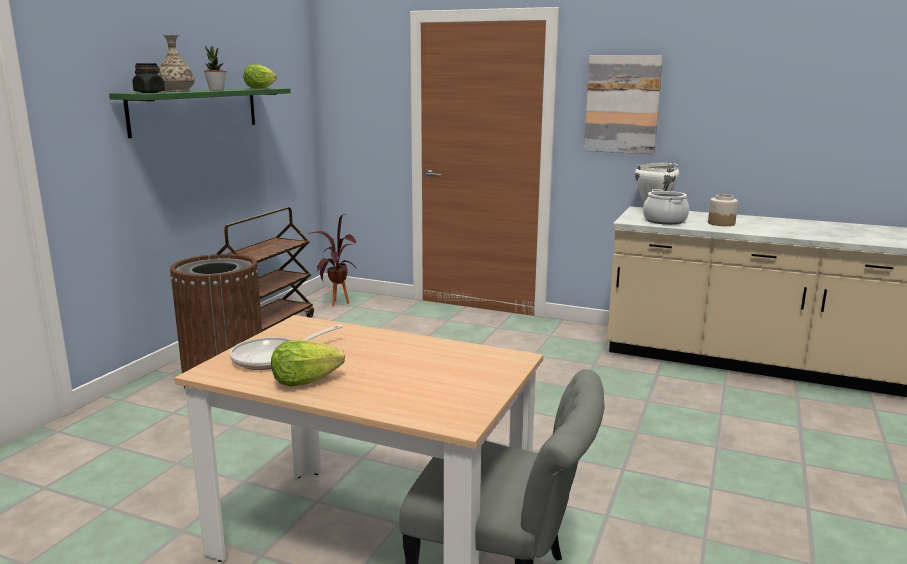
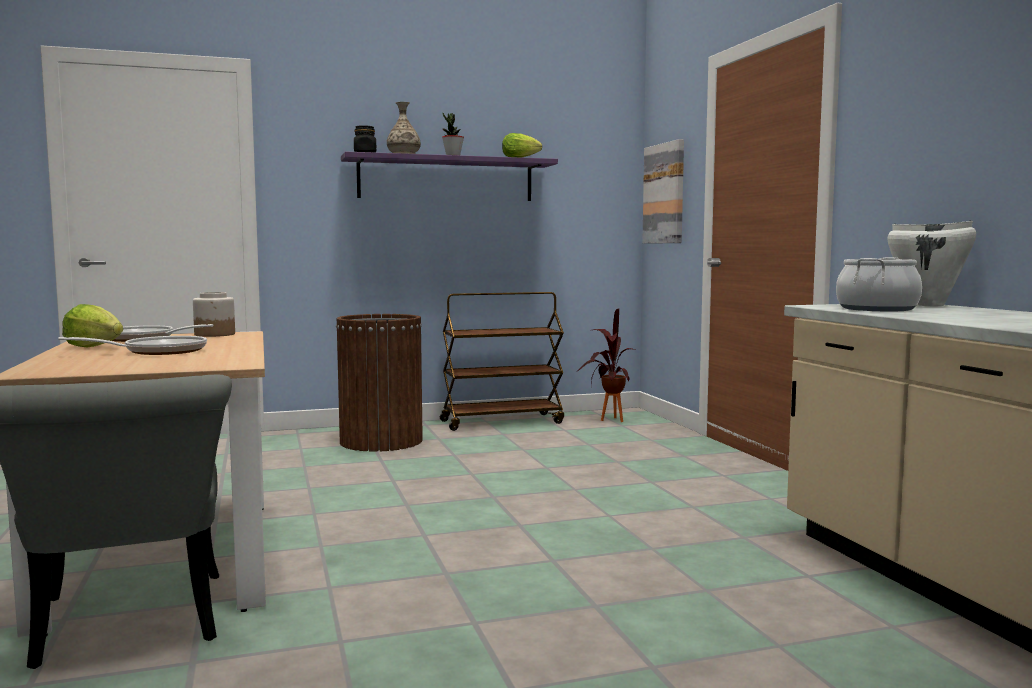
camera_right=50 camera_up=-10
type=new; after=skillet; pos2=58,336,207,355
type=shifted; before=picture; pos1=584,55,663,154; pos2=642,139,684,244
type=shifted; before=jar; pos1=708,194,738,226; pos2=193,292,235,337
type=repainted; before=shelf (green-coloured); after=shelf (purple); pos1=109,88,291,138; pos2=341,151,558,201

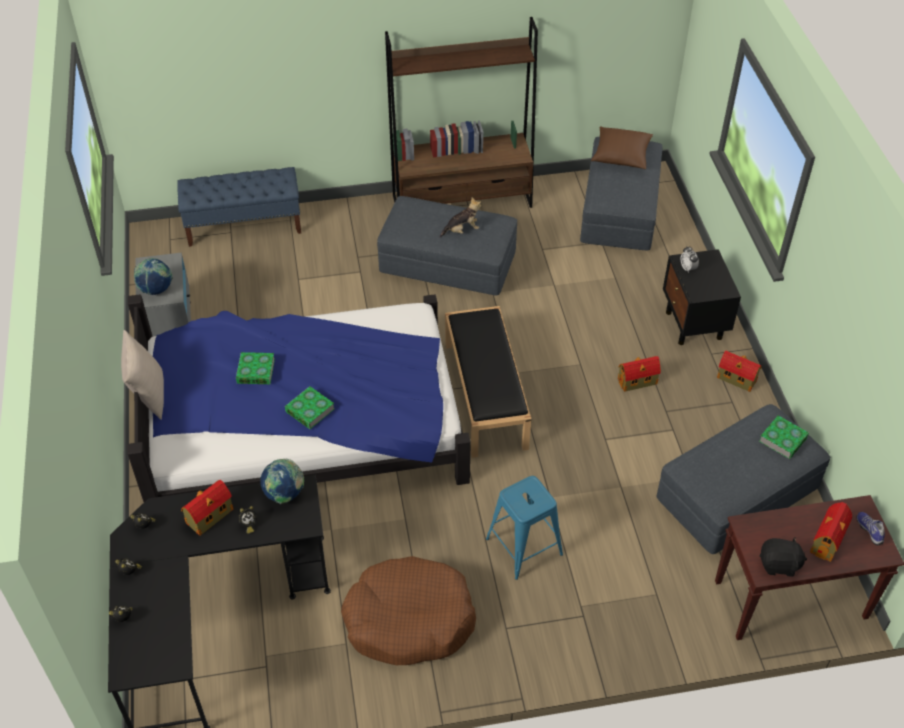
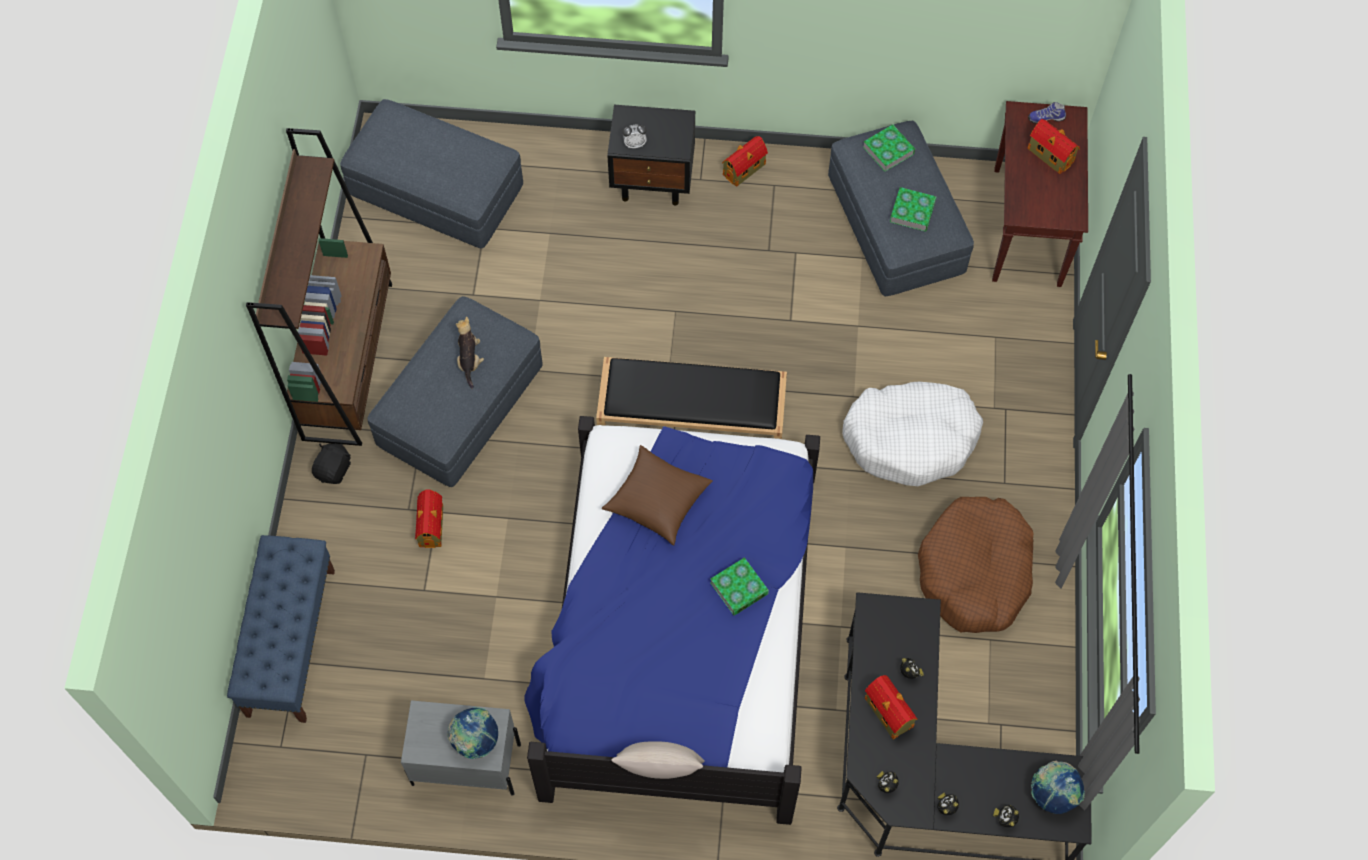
camera_right=-75 camera_up=15
type=shifted; before=book; pos1=236,352,275,384; pos2=890,187,936,232
type=shifted; before=desk globe; pos1=260,459,304,504; pos2=1031,761,1085,814
type=shifted; before=pillow (brown-coloured); pos1=591,126,653,169; pos2=602,445,713,545
type=shifted; before=miniature house; pos1=618,356,661,392; pos2=415,489,443,548
type=shifted; before=plush toy (blackish); pos1=760,537,807,577; pos2=312,443,351,484
type=swapped; before=stool seat (bluish); after=dog cushion (white-coloured); pos1=486,476,563,580; pos2=842,382,983,486

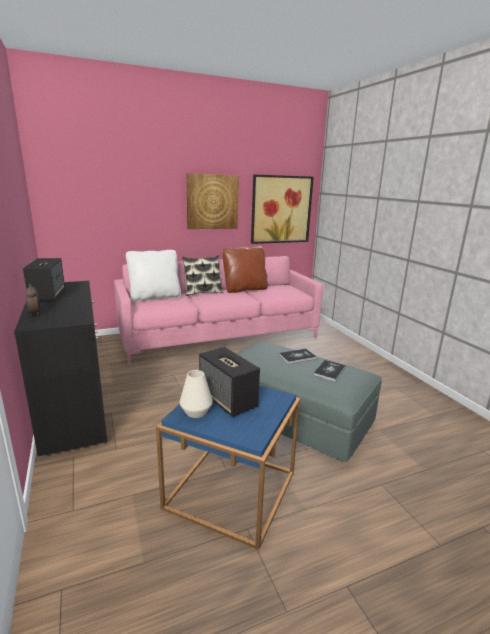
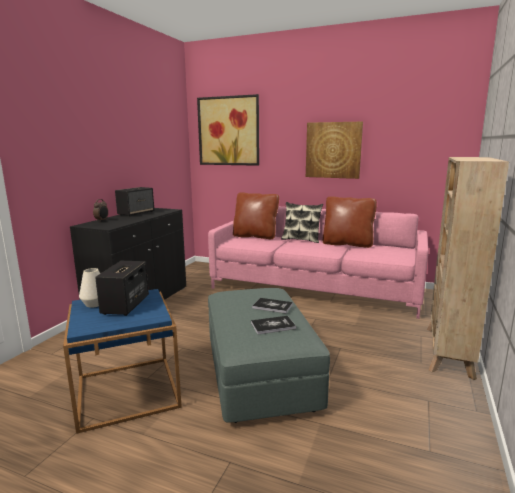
camera_right=45 camera_up=-5
type=new; after=bookshelf (beige); pos2=427,157,509,380
type=shifted; before=picture; pos1=251,175,314,244; pos2=197,94,259,166
type=repainted; before=pillow (white-coloured); after=pillow (brown-coloured); pos1=126,250,181,301; pos2=233,192,279,239

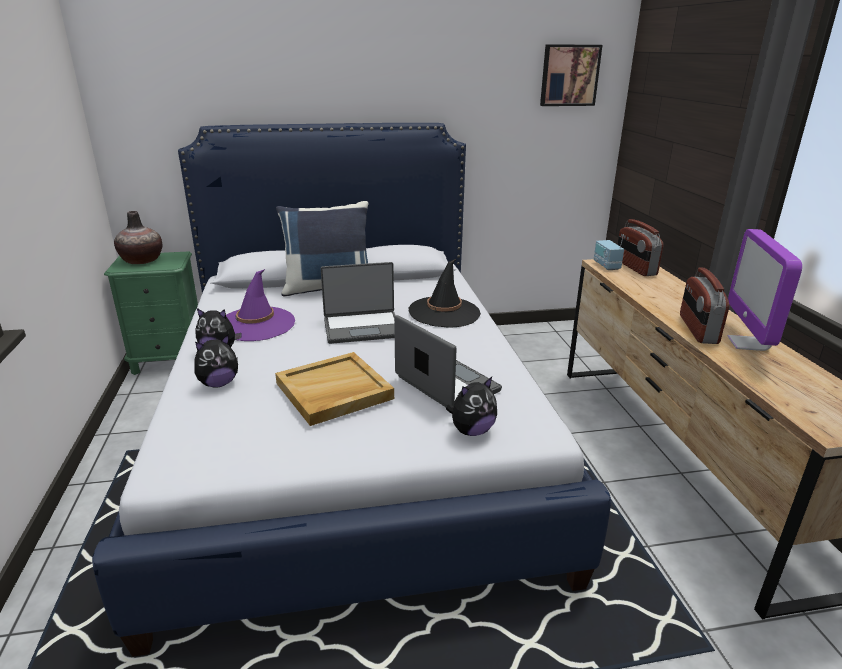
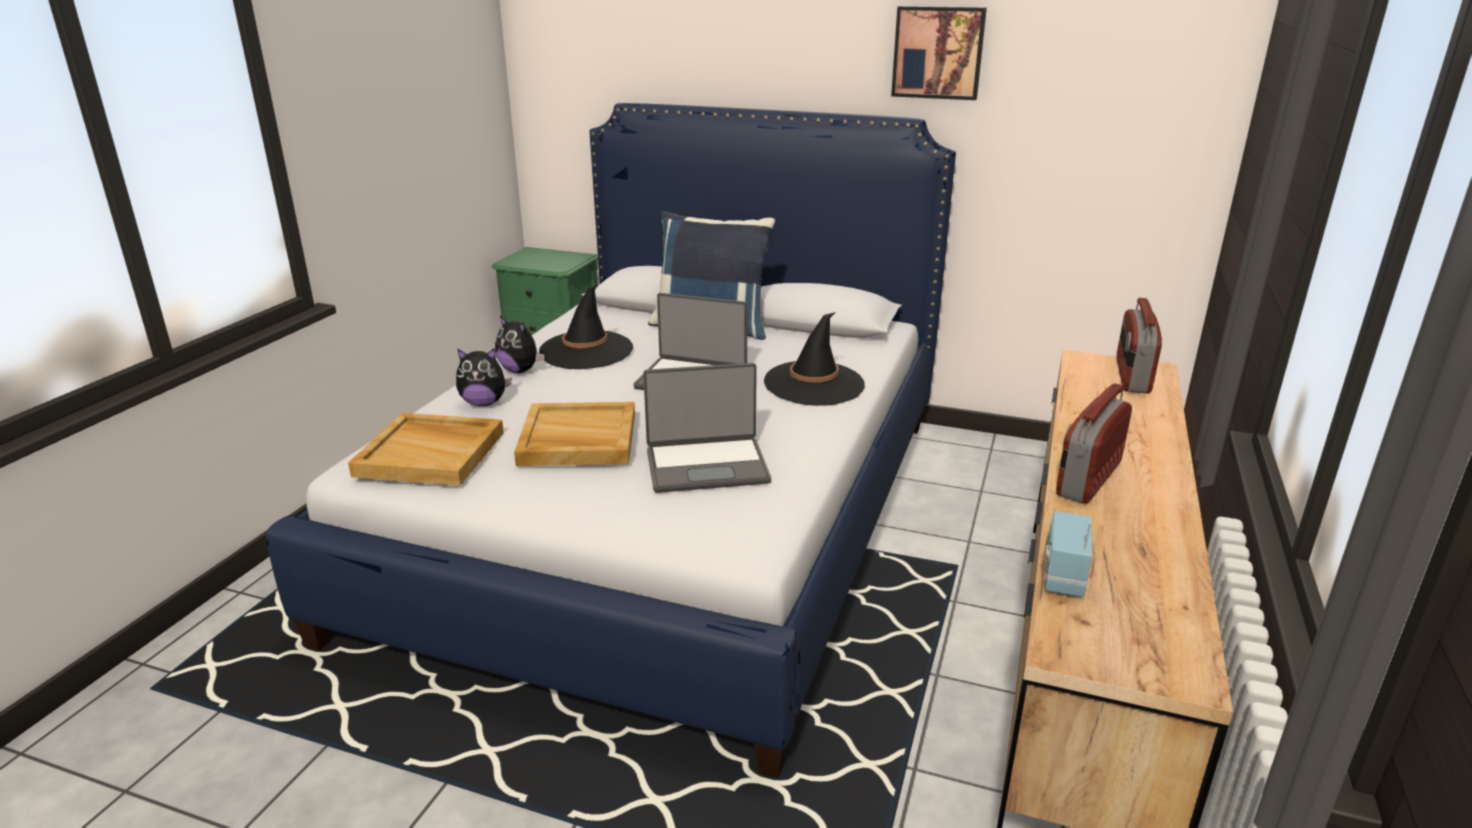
camera_right=30 camera_up=0
type=gone; before=flower vase; pos1=114,211,162,264
type=gone; before=plush toy; pos1=446,377,497,436
type=gone; before=monitor; pos1=727,229,802,351
type=new; after=carrying tray (beige); pos2=348,413,504,486
type=shifted; before=picture; pos1=540,44,602,106; pos2=891,6,987,100
type=shifted; before=radio receiver; pos1=594,235,624,270; pos2=1044,511,1092,597
type=repainted; before=wearable hat (purple); after=wearable hat (blackish); pos1=226,269,295,341; pos2=539,285,633,369
type=rotated; before=notebook computer; pos1=394,315,502,407; pos2=643,363,771,493; turn=90

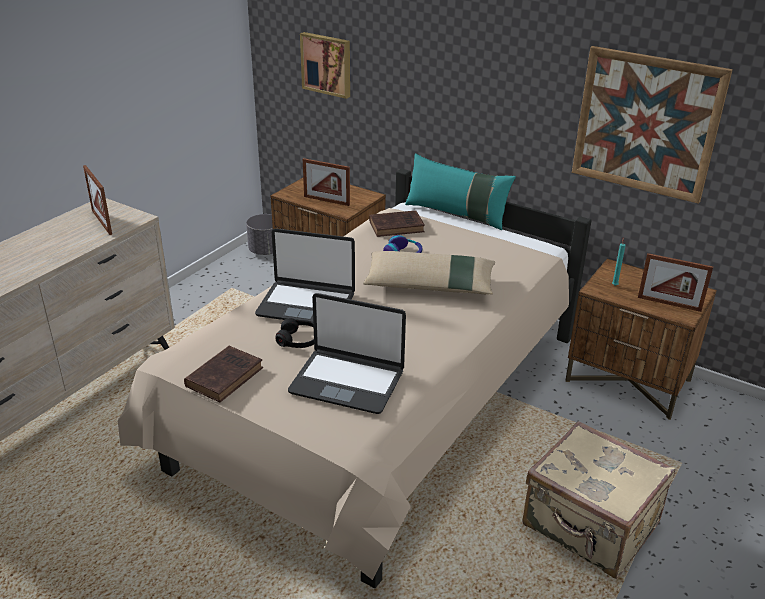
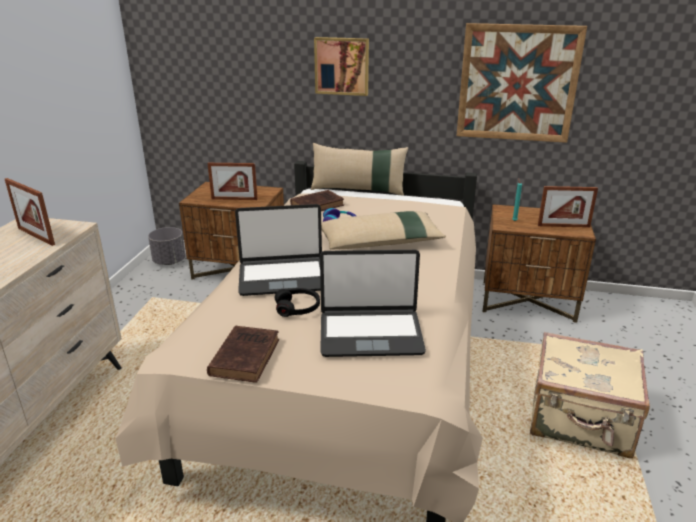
camera_right=-20 camera_up=-5
type=shifted; before=picture; pos1=300,32,350,99; pos2=314,37,369,96
type=repainted; before=pillow (turquoise); after=pillow (beige); pos1=405,153,516,230; pos2=311,143,408,196

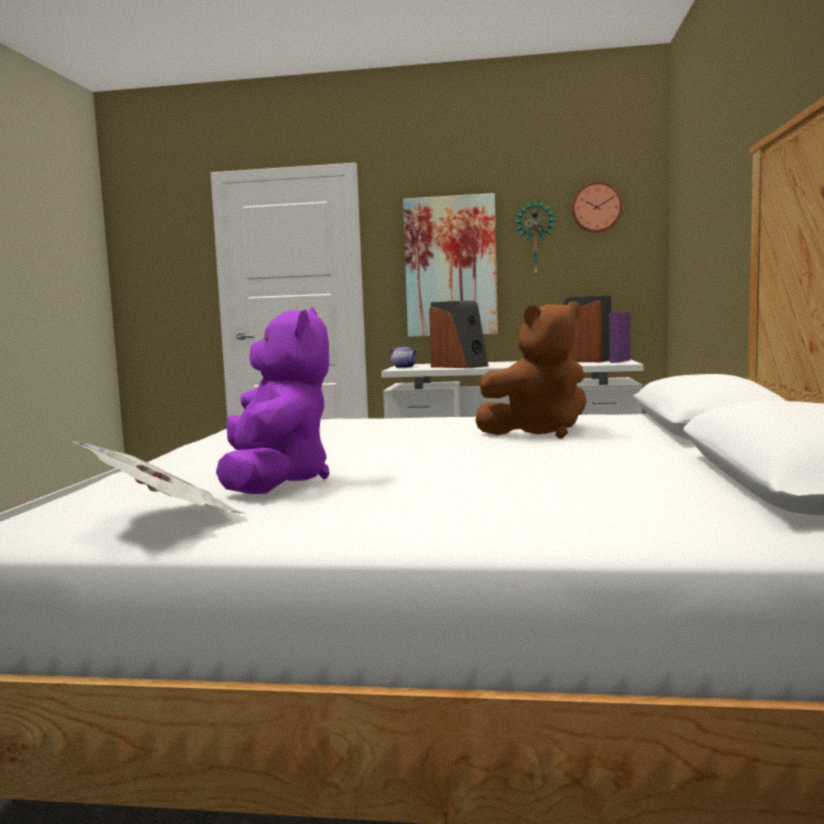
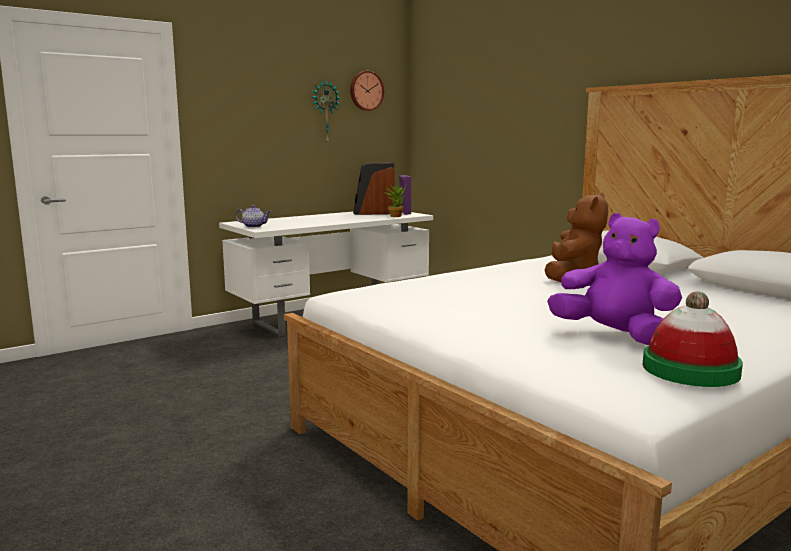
camera_right=-45 camera_up=5
type=gone; before=picture; pos1=403,193,498,337
type=gone; before=speaker; pos1=429,301,488,368
type=new; after=potted plant; pos2=384,185,406,217
type=swapped; before=daily paper; after=wearable hat; pos1=72,441,244,513; pos2=643,291,743,387

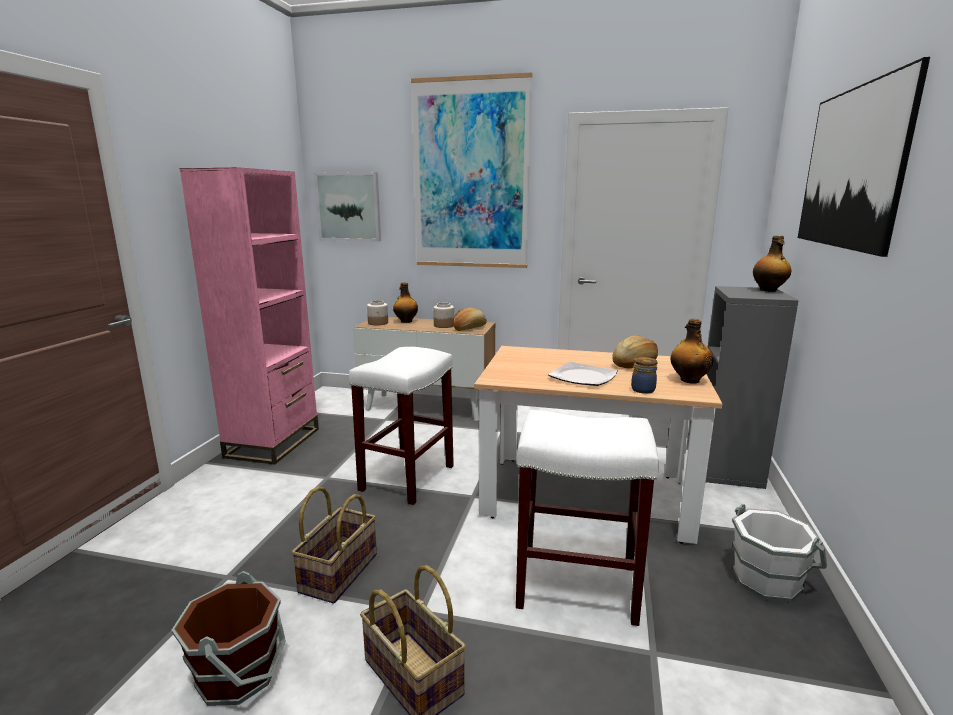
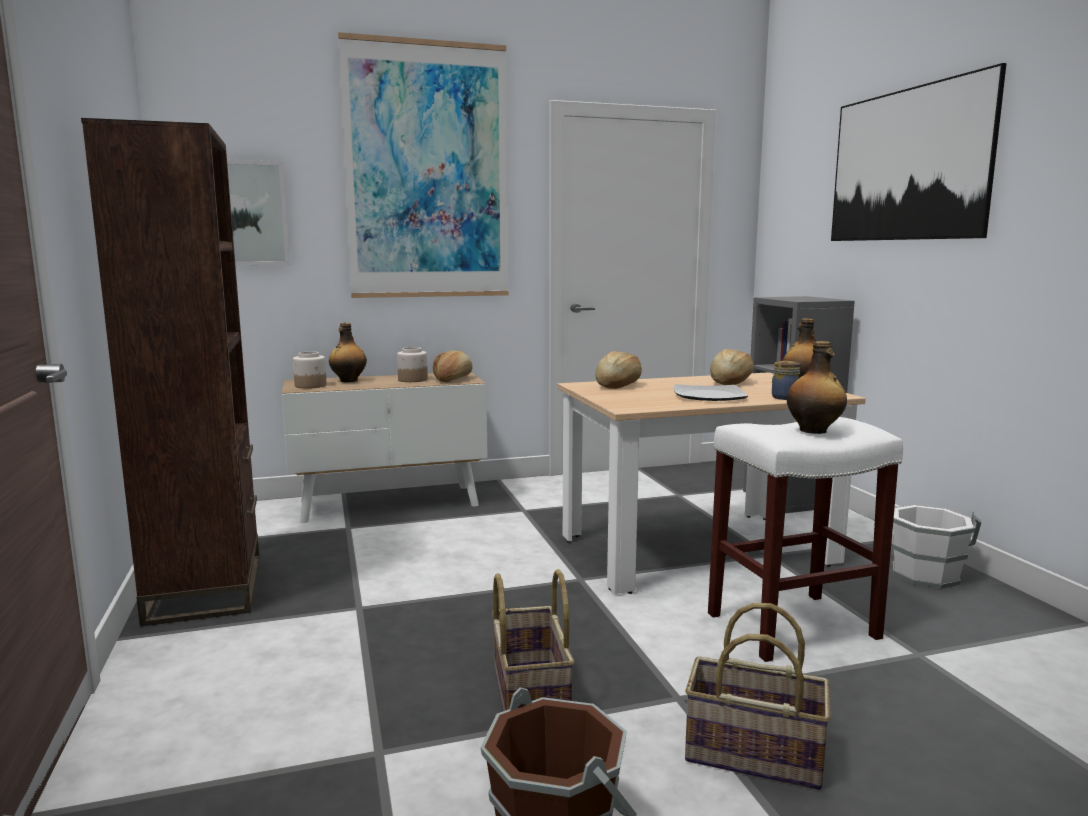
camera_right=-30 camera_up=-5
type=gone; before=stool seat (white-coloured); pos1=349,347,454,505
type=new; after=bread; pos2=595,351,642,389
type=shifted; before=drink bottle; pos1=753,236,791,292; pos2=787,341,847,434
type=repainted; before=bookshelf (pink); after=bookshelf (brown-coloured); pos1=179,167,319,465; pos2=81,118,260,626

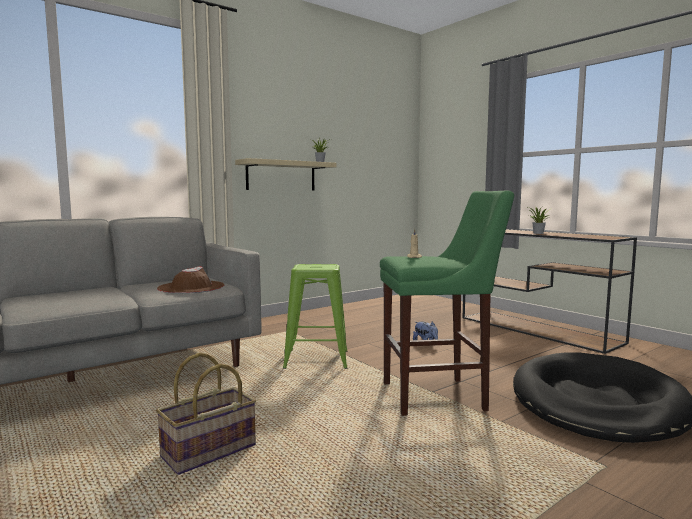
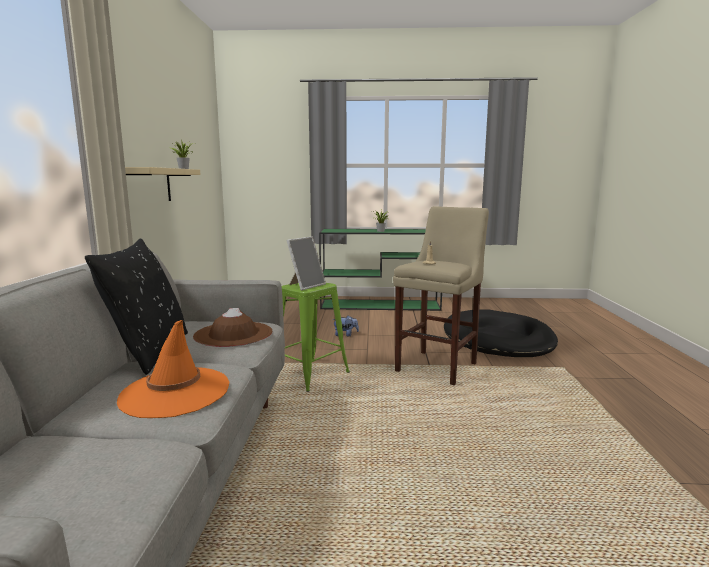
camera_right=-50 camera_up=5
type=gone; before=basket; pos1=156,353,256,475
type=new; after=pillow (blackish); pos2=85,238,188,375
type=new; after=wearable hat (orange); pos2=117,320,229,418
type=new; after=photo frame; pos2=287,236,326,290
type=repainted; before=stool seat (green-coloured); after=stool seat (beige); pos1=380,190,514,416; pos2=393,206,489,385
type=repainted; before=narrow table (brown-coloured); after=narrow table (green-coloured); pos1=463,229,637,354; pos2=319,229,442,311

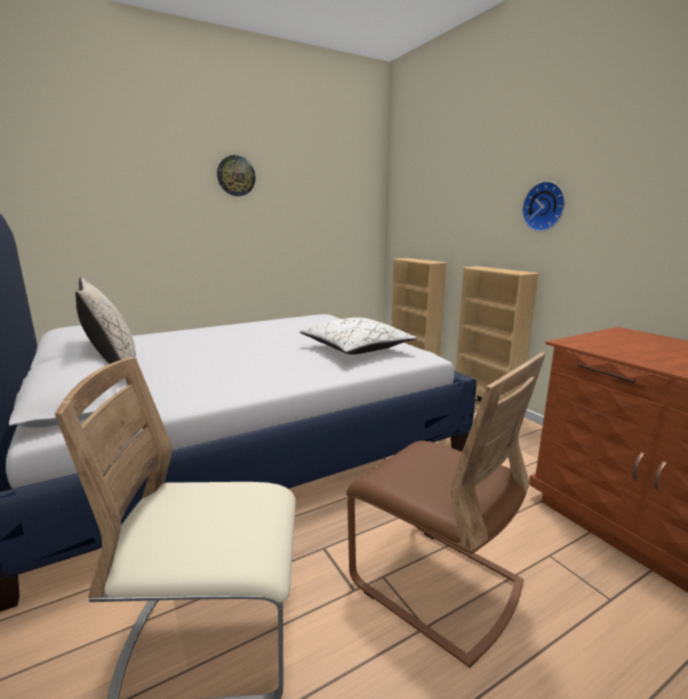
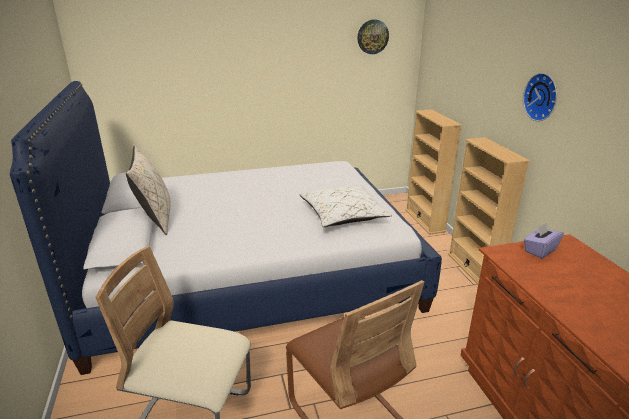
camera_right=15 camera_up=10
type=new; after=tissue box (purple); pos2=524,223,564,258
type=shifted; before=clock on the wall; pos1=217,155,256,196; pos2=357,19,389,54

